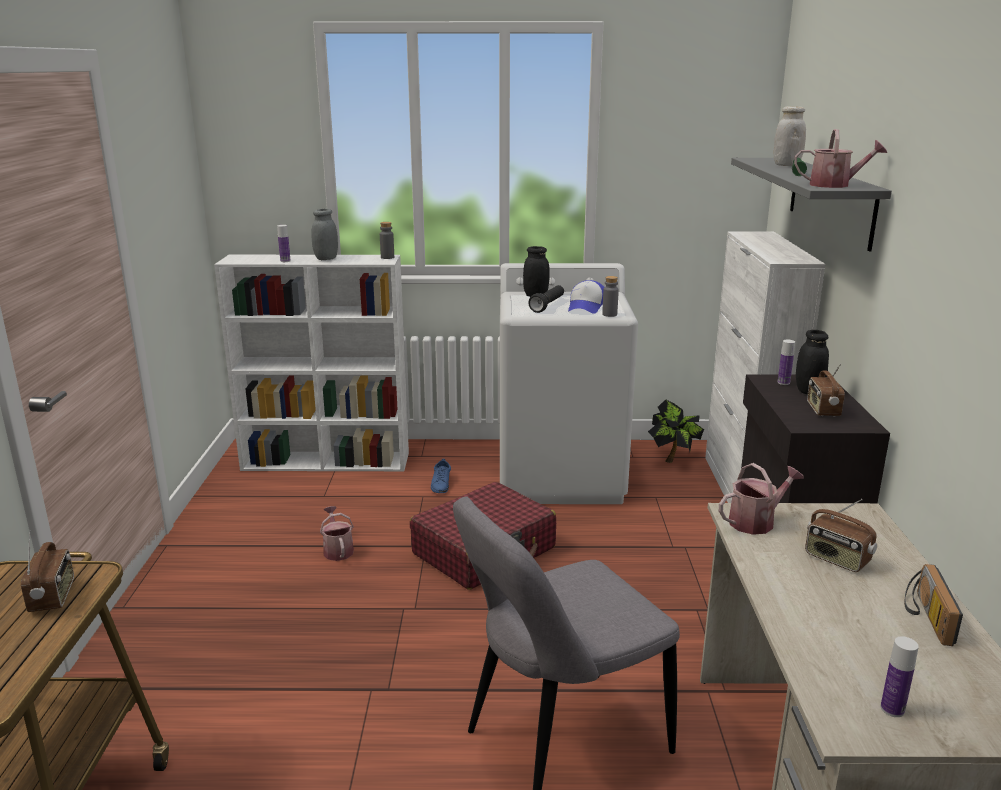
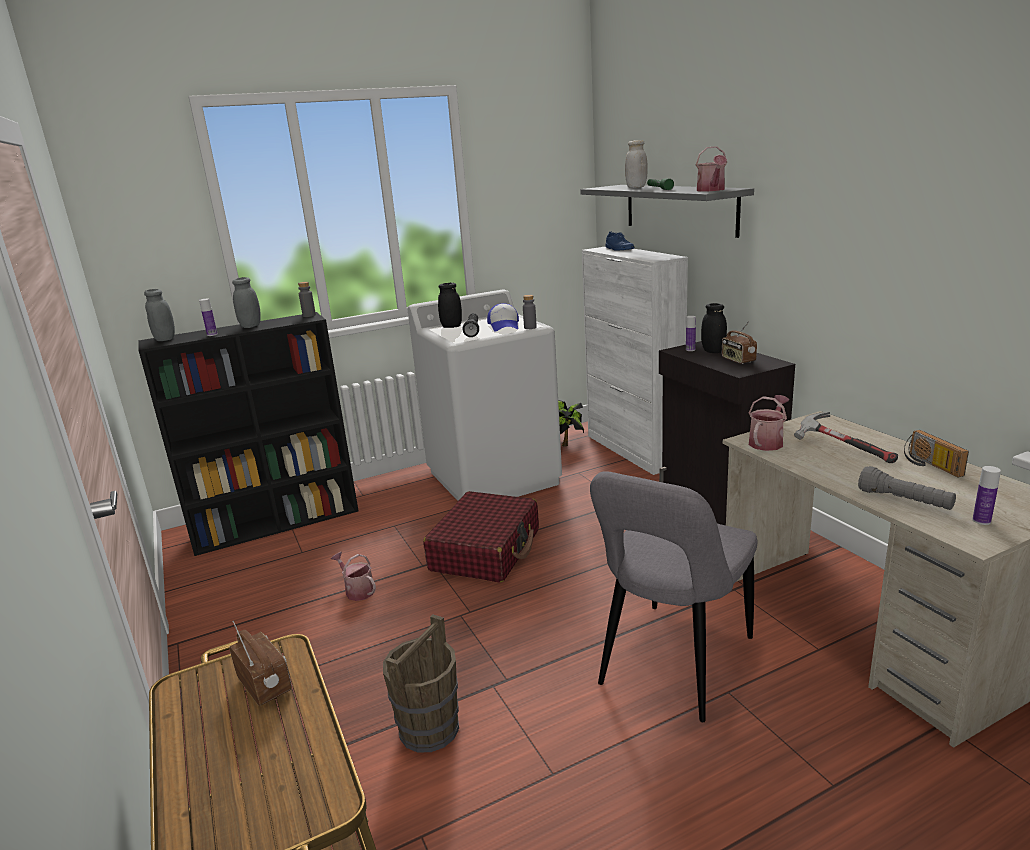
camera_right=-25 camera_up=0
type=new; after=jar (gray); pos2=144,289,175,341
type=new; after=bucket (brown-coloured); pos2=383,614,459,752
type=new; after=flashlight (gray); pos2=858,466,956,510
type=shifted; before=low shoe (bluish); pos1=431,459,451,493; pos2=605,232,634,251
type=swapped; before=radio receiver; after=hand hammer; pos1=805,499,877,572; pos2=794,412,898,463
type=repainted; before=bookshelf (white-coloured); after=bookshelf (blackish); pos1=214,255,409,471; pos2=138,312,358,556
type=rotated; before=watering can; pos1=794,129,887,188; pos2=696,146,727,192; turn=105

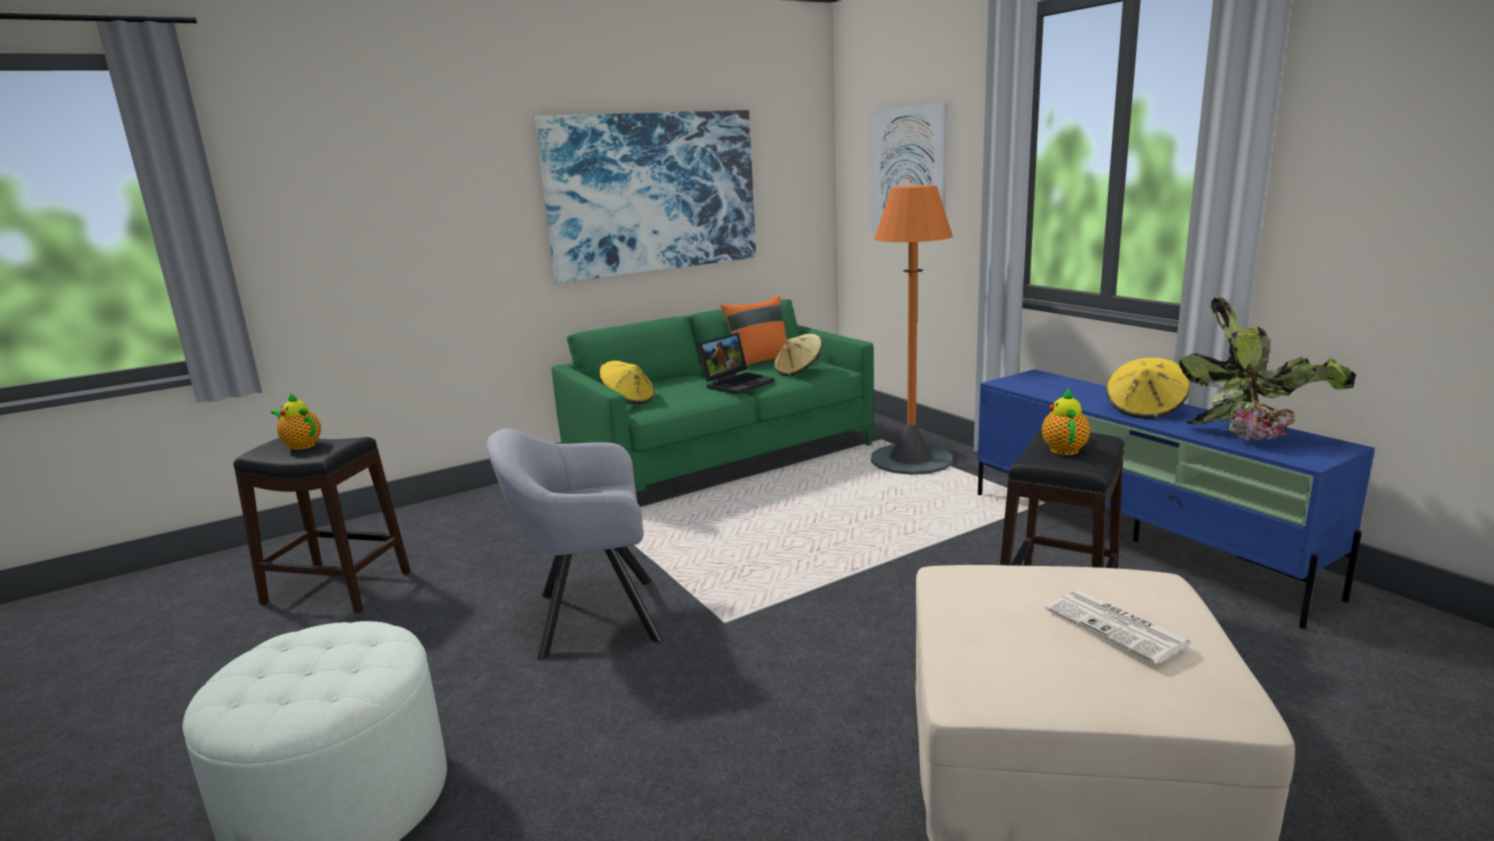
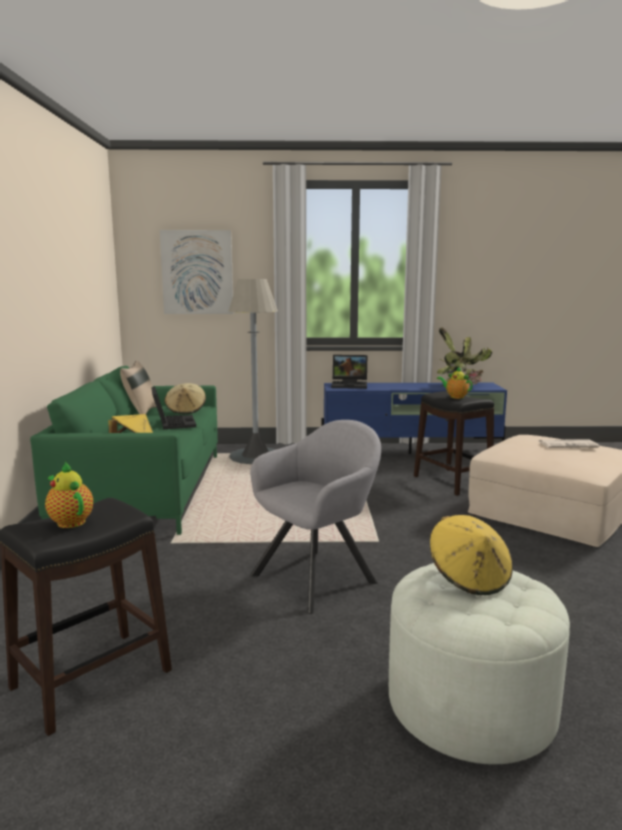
camera_right=-60 camera_up=-5
type=gone; before=picture; pos1=535,110,756,283
type=new; after=notebook computer; pos2=331,355,367,389
type=shifted; before=wearable hat (yellow-coloured); pos1=1106,358,1190,419; pos2=430,515,513,595
type=repainted; before=pillow (orange); after=pillow (beige); pos1=720,295,787,365; pos2=120,361,156,414
type=repainted; before=standard lamp (orange); after=standard lamp (gray); pos1=871,185,953,475; pos2=229,279,278,464
type=rotated; before=tea pot; pos1=271,393,321,450; pos2=45,461,93,528; turn=75
type=rotated; before=lounge chair (gray); pos1=486,428,662,660; pos2=250,420,381,614; turn=-150

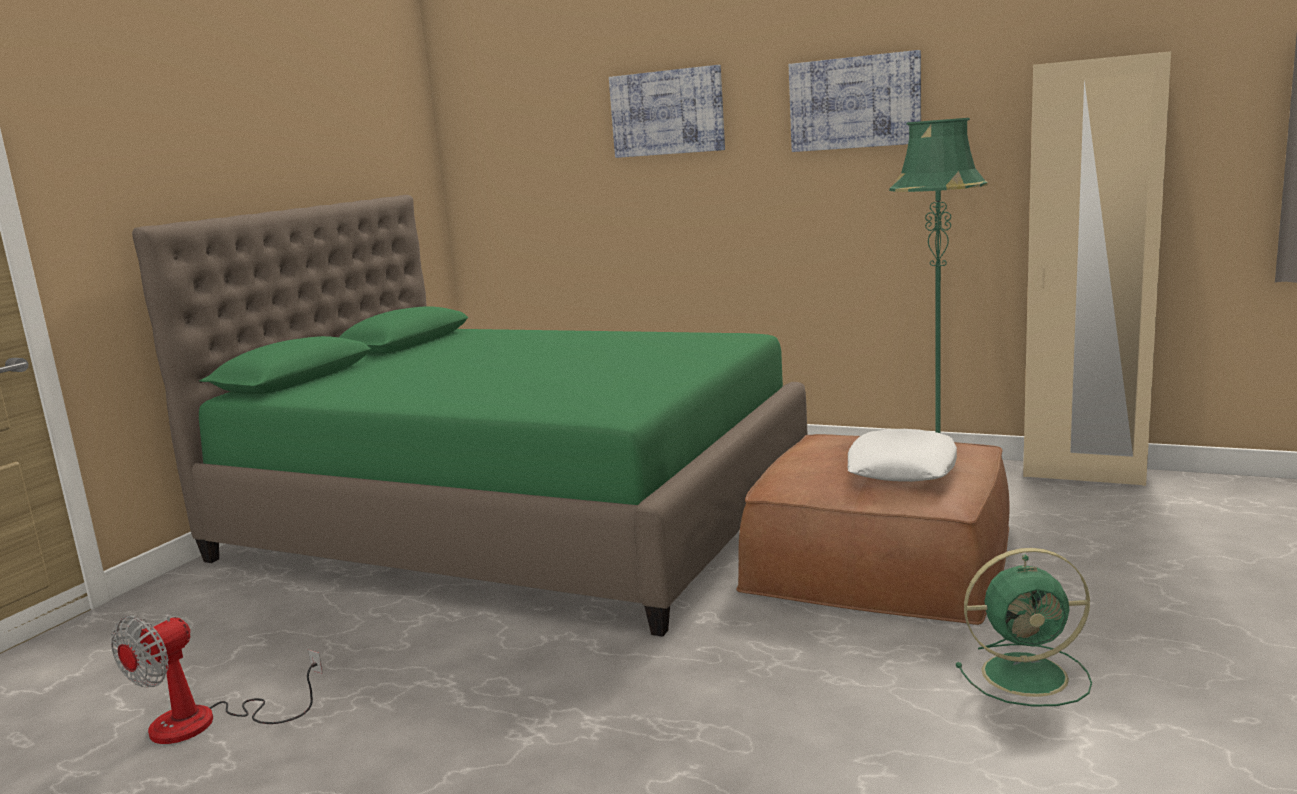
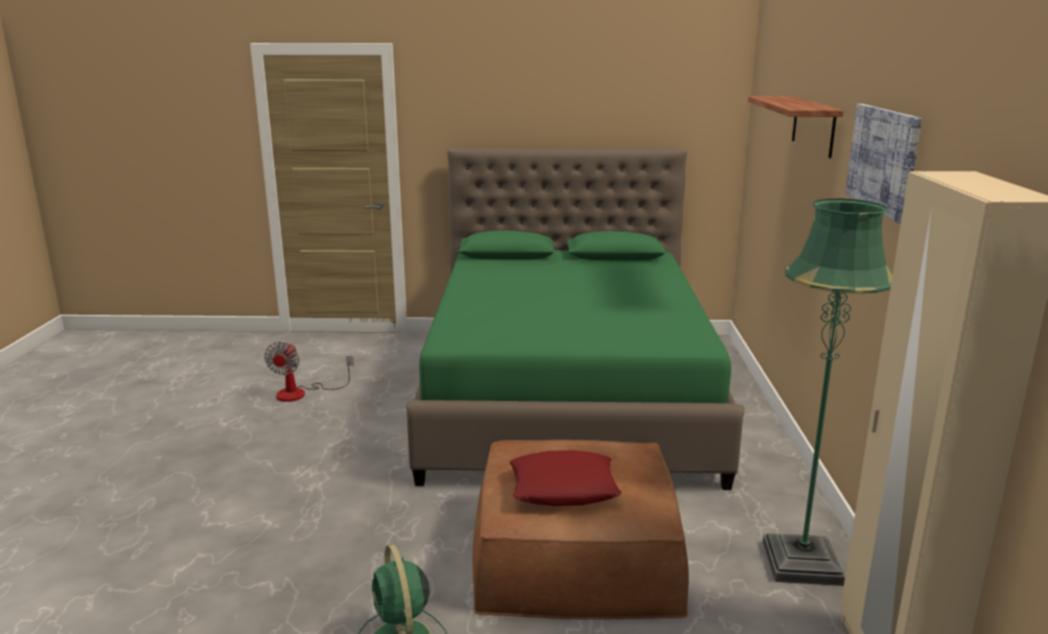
camera_right=65 camera_up=5
type=swapped; before=picture; after=shelf; pos1=609,65,725,158; pos2=748,96,844,158
type=repainted; before=pillow (white-coloured); after=pillow (red-coloured); pos1=847,429,957,482; pos2=510,450,621,506
type=rotated; before=fan; pos1=111,614,323,744; pos2=264,342,354,402; turn=-90

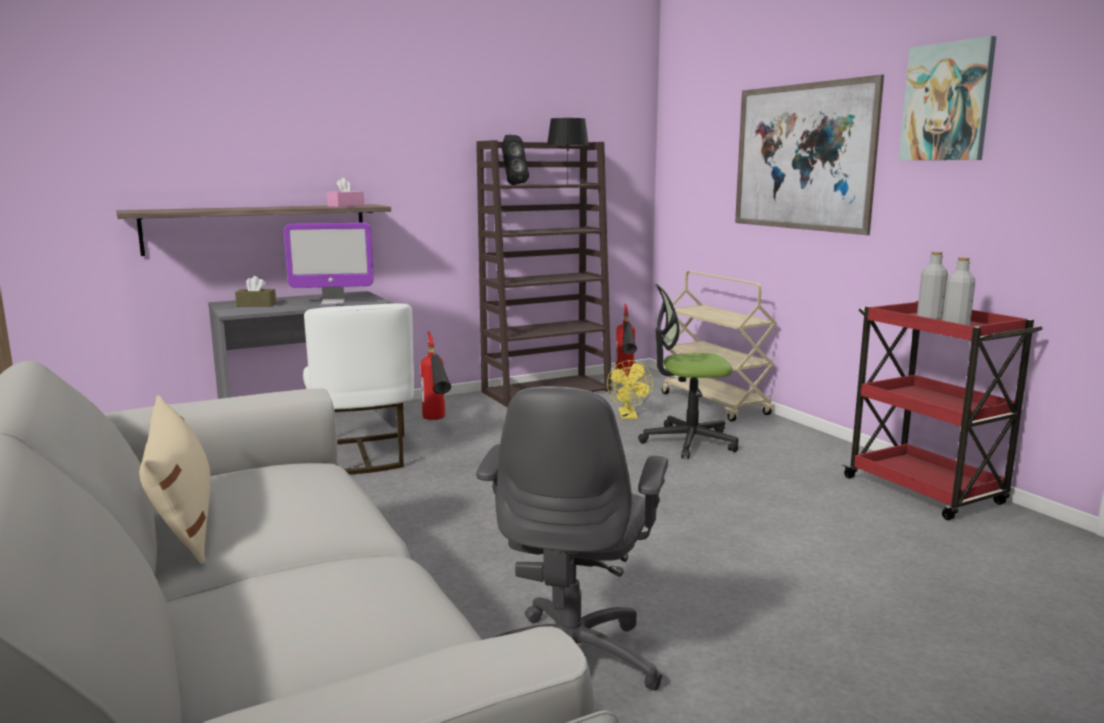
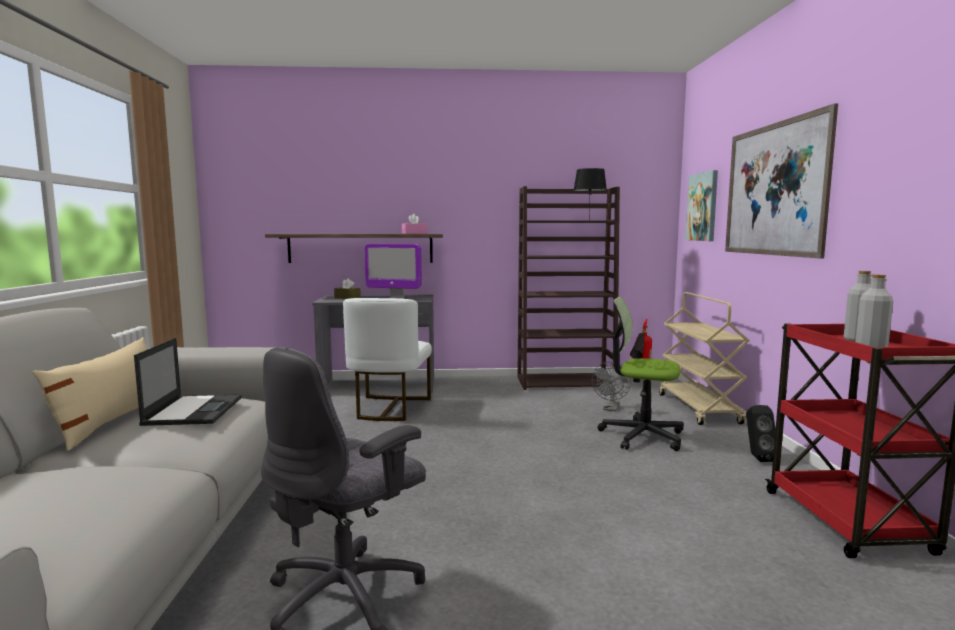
camera_right=25 camera_up=-5
type=gone; before=fire-fighting cylinder; pos1=421,331,451,420
type=new; after=notebook computer; pos2=134,338,242,426
type=shifted; before=speaker (blackish); pos1=502,135,529,185; pos2=746,405,776,462
type=shifted; before=picture; pos1=899,36,997,160; pos2=685,170,718,241
type=repainted; before=fan (yellow-coloured); after=fan (gray); pos1=607,360,653,419; pos2=592,361,631,411

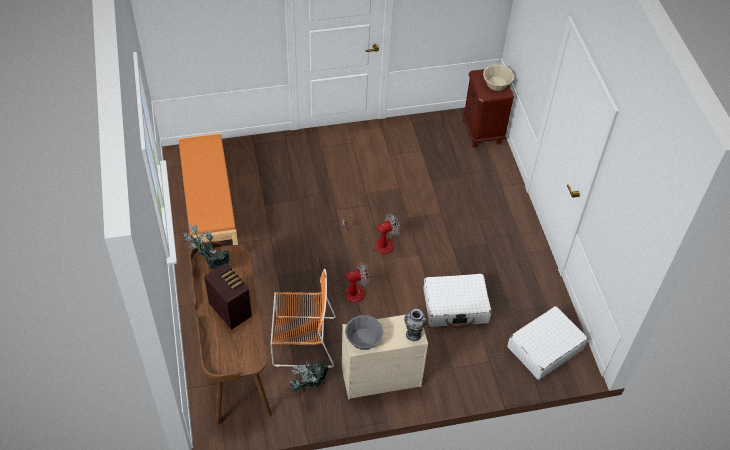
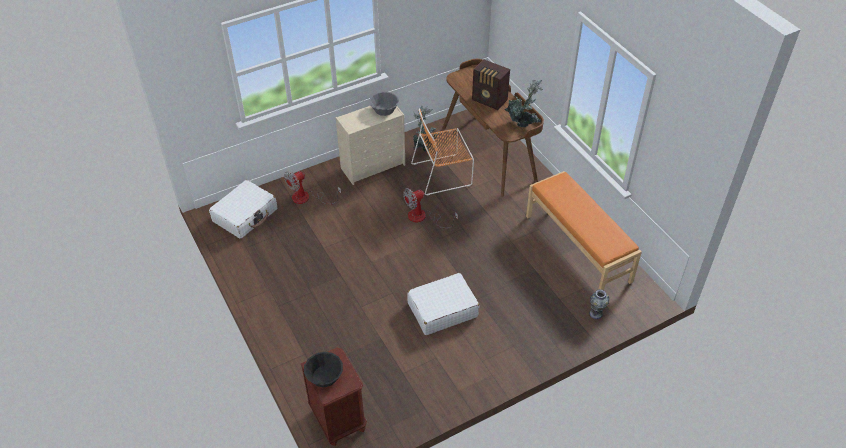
camera_right=165 camera_up=-5
type=shifted; before=fan; pos1=342,213,400,254; pos2=284,171,341,205
type=shifted; before=flower vase; pos1=404,309,427,341; pos2=589,289,609,319
type=shifted; before=piece of luggage (white-coloured); pos1=424,274,492,328; pos2=407,273,479,335
type=repainted; before=bowl (beige); after=bowl (blackish); pos1=483,65,514,91; pos2=304,352,343,387

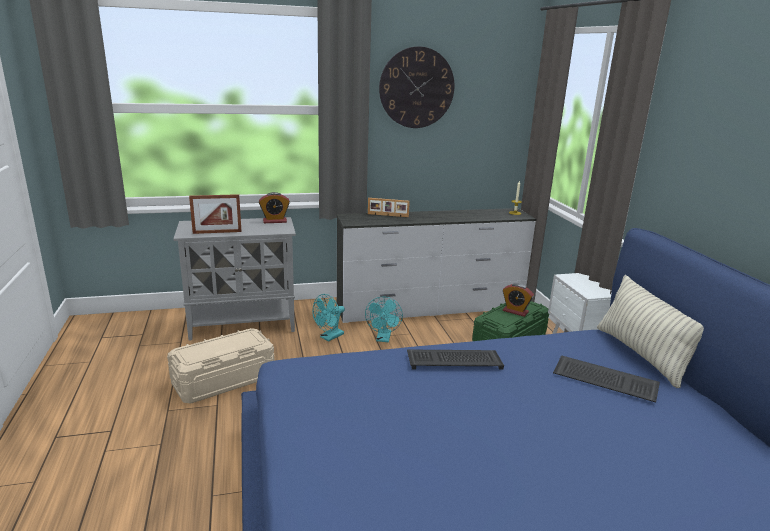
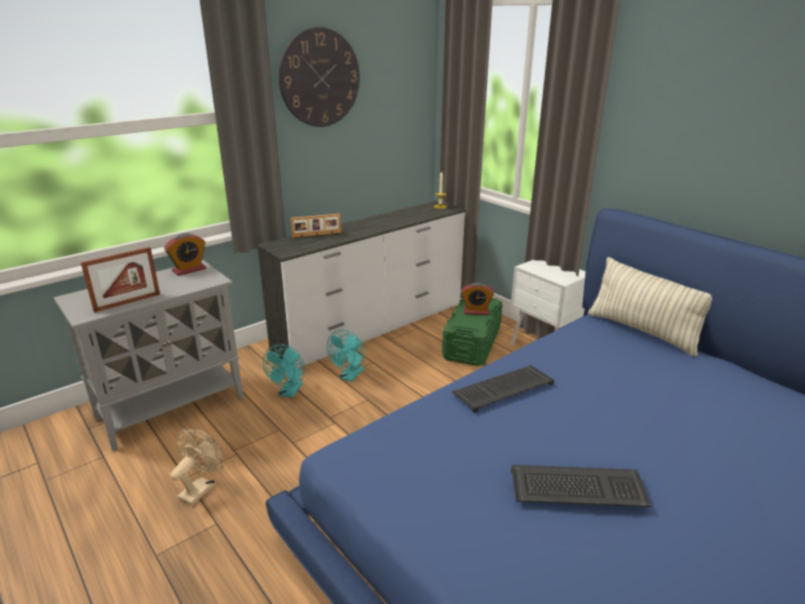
camera_right=-25 camera_up=5
type=shifted; before=keyboard; pos1=553,355,660,402; pos2=511,465,651,507
type=swapped; before=storage bin (beige); after=fan (beige); pos1=167,328,275,403; pos2=170,429,223,506
type=rotated; before=fan (turquoise); pos1=365,297,403,342; pos2=327,330,365,382; turn=45

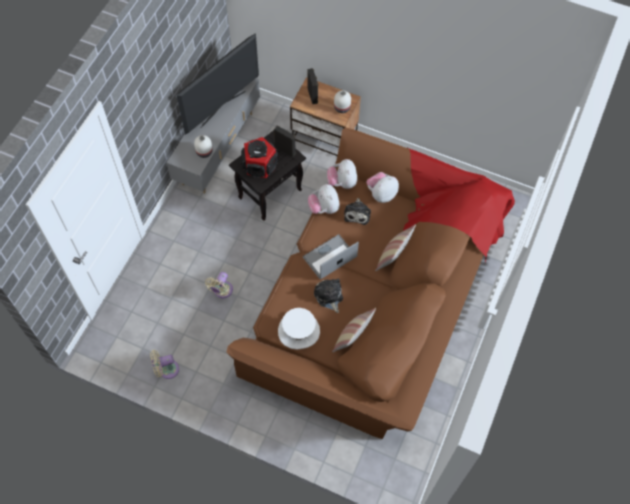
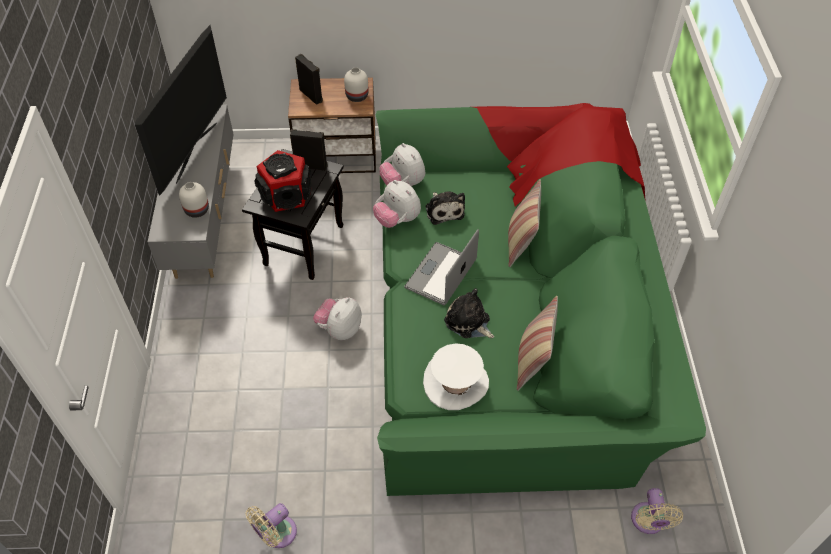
camera_right=-25 camera_up=-10
type=shifted; before=fan (beige); pos1=205,272,233,298; pos2=631,488,683,534
type=shifted; before=plush toy; pos1=367,172,399,203; pos2=313,297,362,340
type=repainted; before=settee (brown-coloured); after=settee (green-coloured); pos1=226,127,515,439; pos2=375,103,706,496

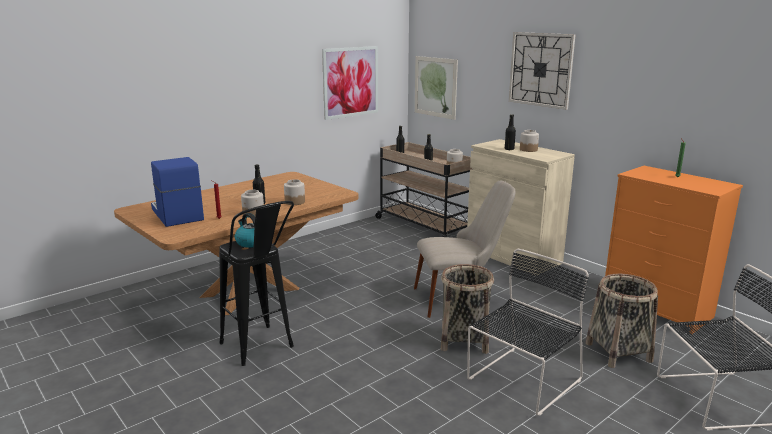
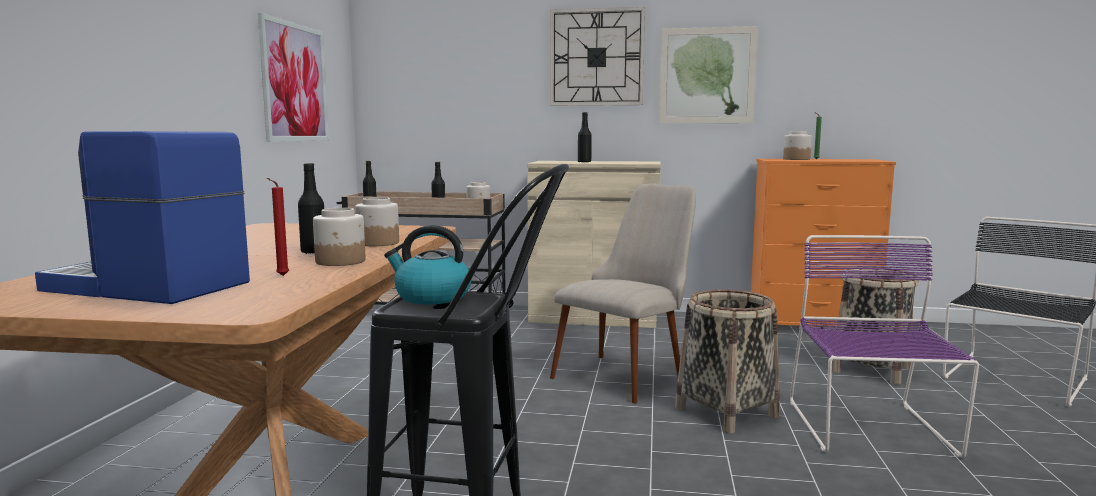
camera_right=-40 camera_up=-10
type=shifted; before=picture; pos1=415,56,458,120; pos2=659,26,758,123
type=shifted; before=jar; pos1=520,130,539,152; pos2=783,131,812,160
type=repainted; before=chair (blackish); after=chair (purple); pos1=467,249,589,416; pos2=790,235,979,458

